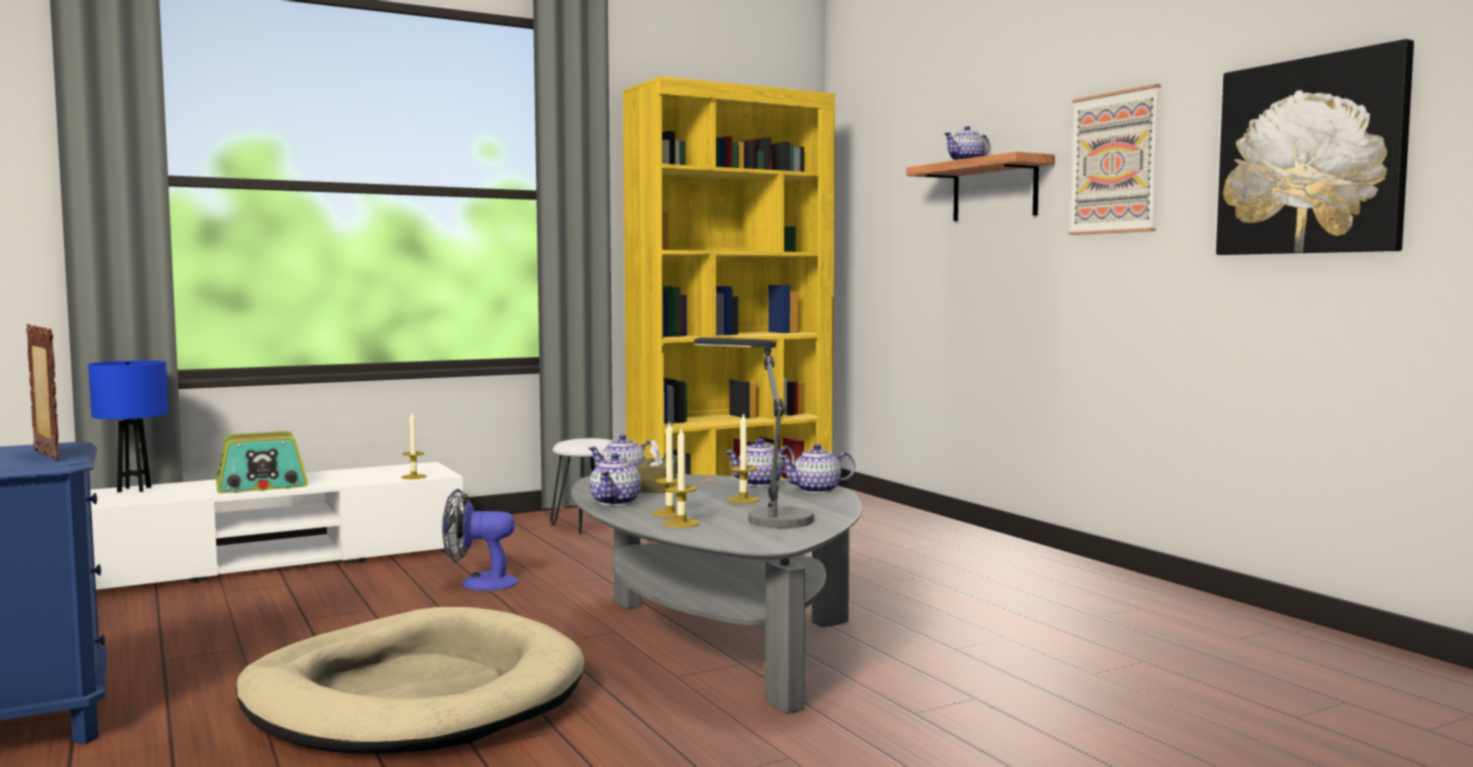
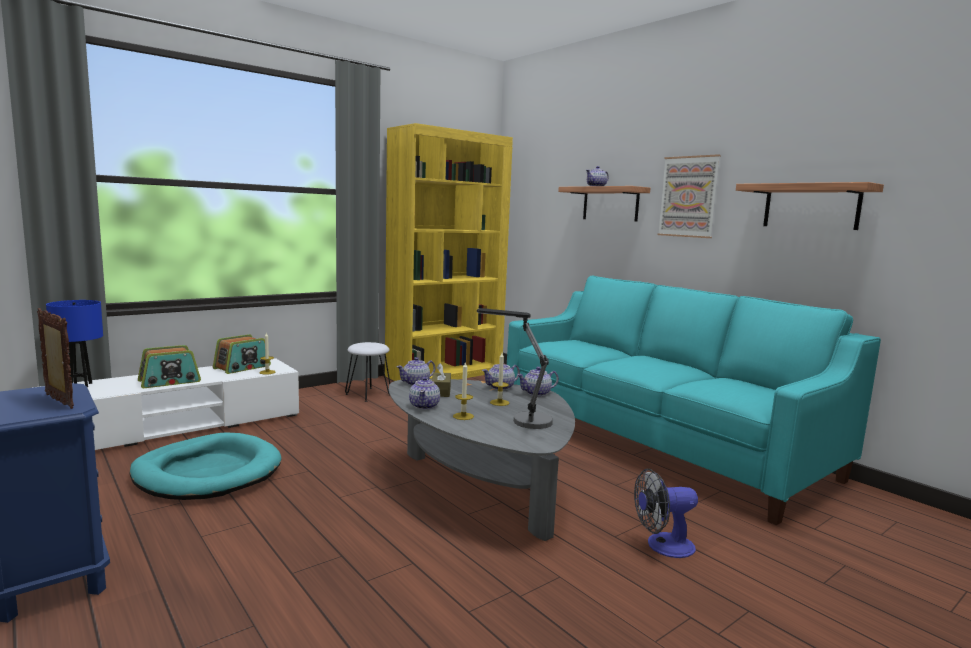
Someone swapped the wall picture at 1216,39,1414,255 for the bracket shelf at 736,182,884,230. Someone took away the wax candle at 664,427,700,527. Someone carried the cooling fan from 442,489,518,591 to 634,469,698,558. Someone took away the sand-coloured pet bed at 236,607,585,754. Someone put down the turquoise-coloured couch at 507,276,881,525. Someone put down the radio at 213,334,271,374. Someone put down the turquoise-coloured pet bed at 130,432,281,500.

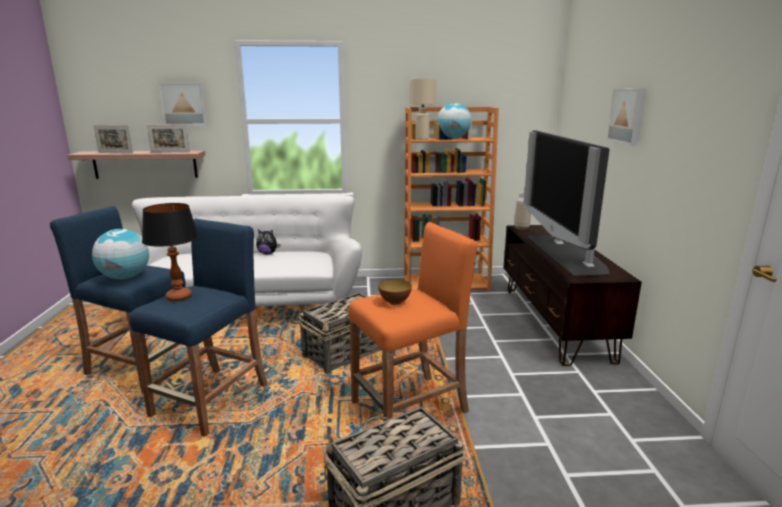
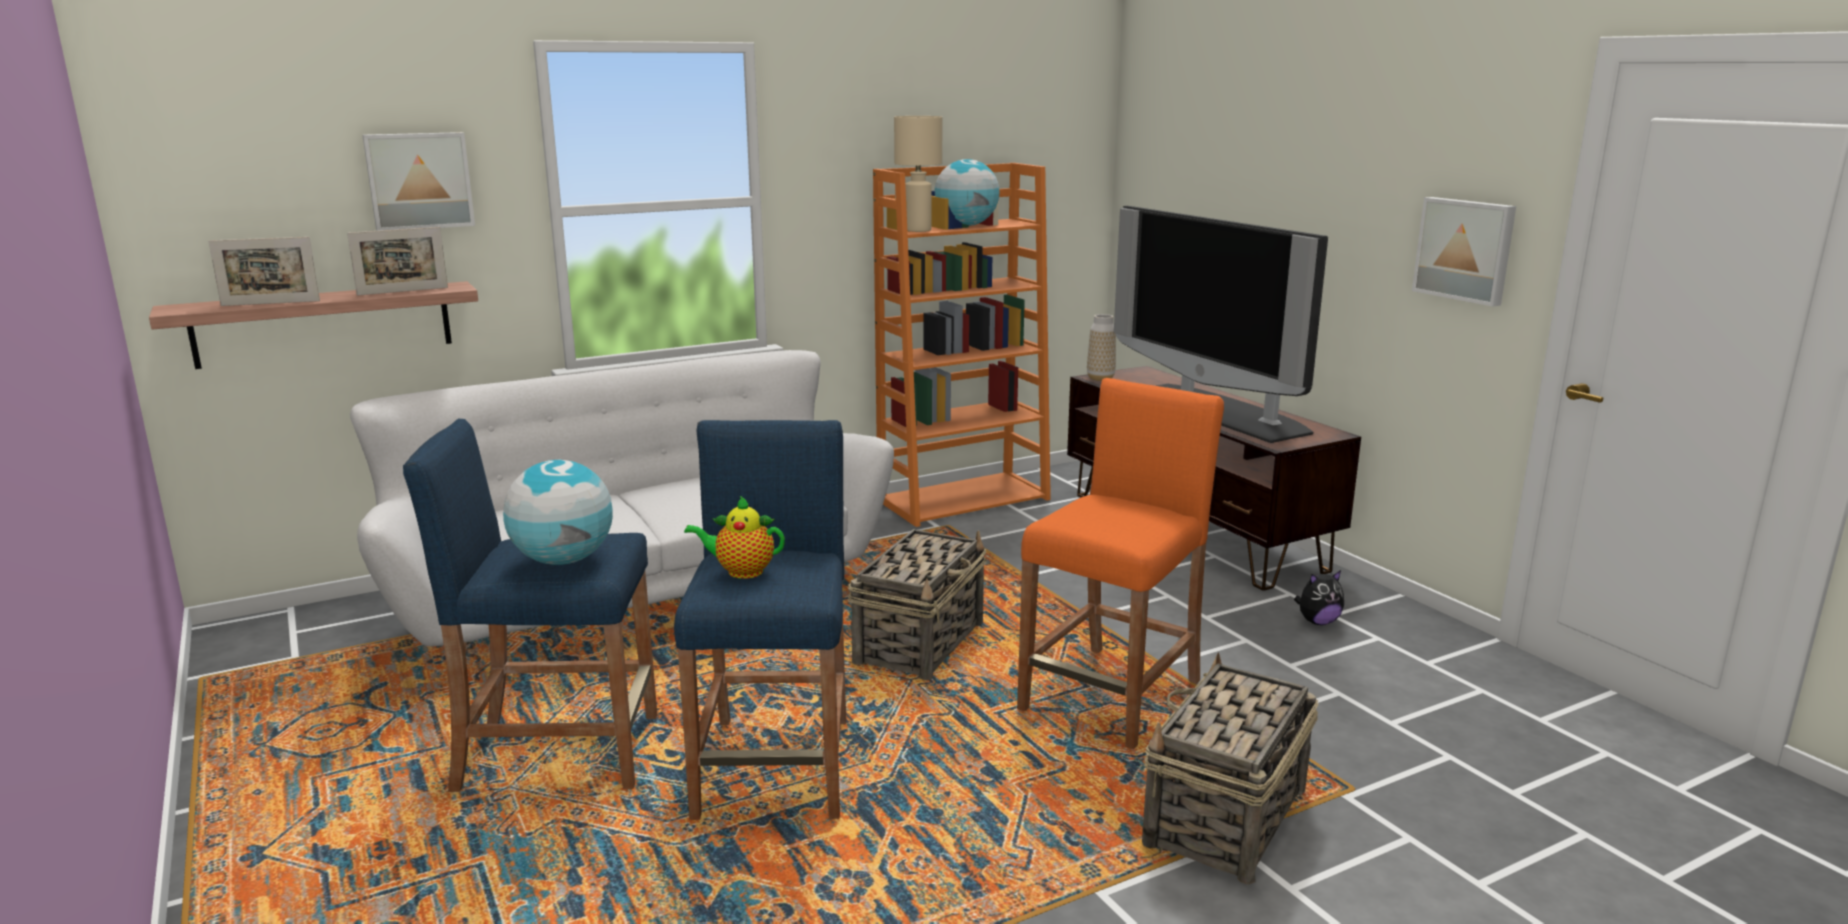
Someone carried the wall picture from 606,88,647,145 to 1412,197,1516,307. Someone swapped the lamp for a table at 142,203,198,301 for the pot for tea at 684,496,785,579. Someone carried the soft toy from 256,229,280,255 to 1294,570,1344,625. Someone took away the bowl at 378,279,412,305.

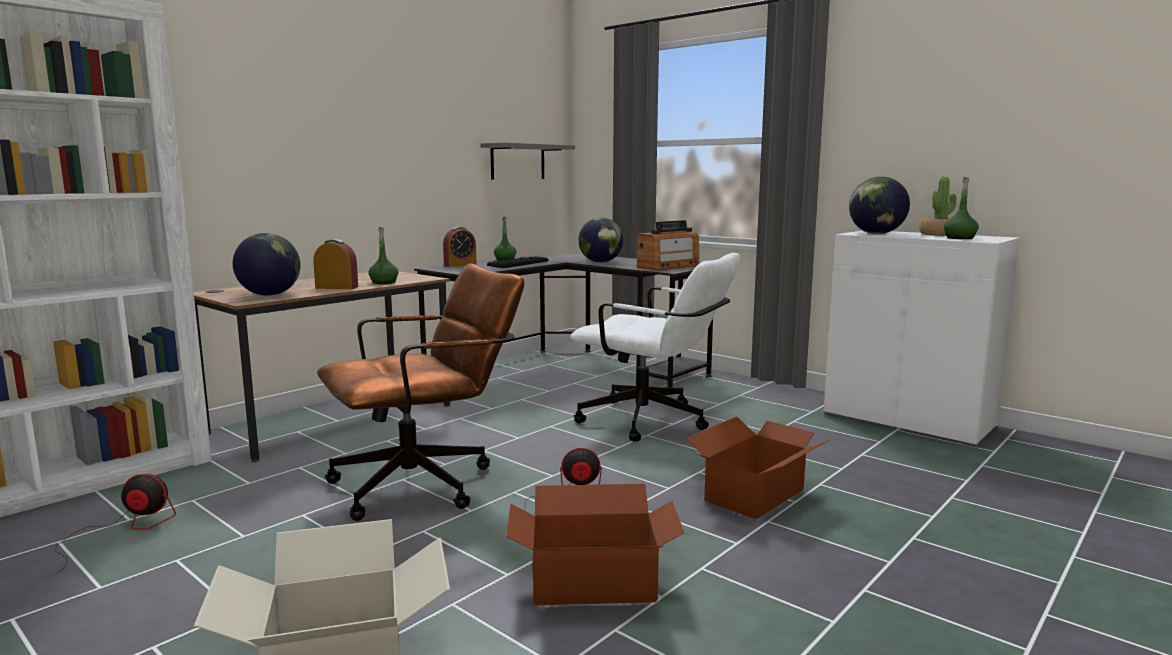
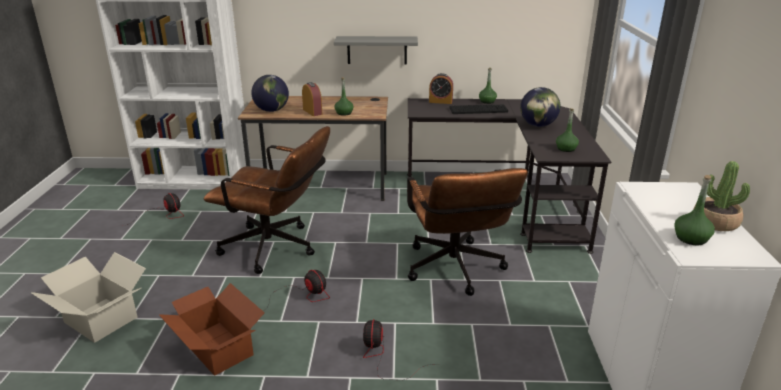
Someone carried the gray bracket shelf from 480,142,575,179 to 334,36,418,64. Someone took away the globe at 849,177,910,234. Someone swapped the radio at 637,220,699,271 for the green bottle at 556,108,579,152. Someone repainted the whitish computer chair at 570,253,740,442, which became the brownish computer chair at 407,168,528,296. Someone swapped the packing box at 686,417,830,519 for the cooling fan at 363,319,440,380.

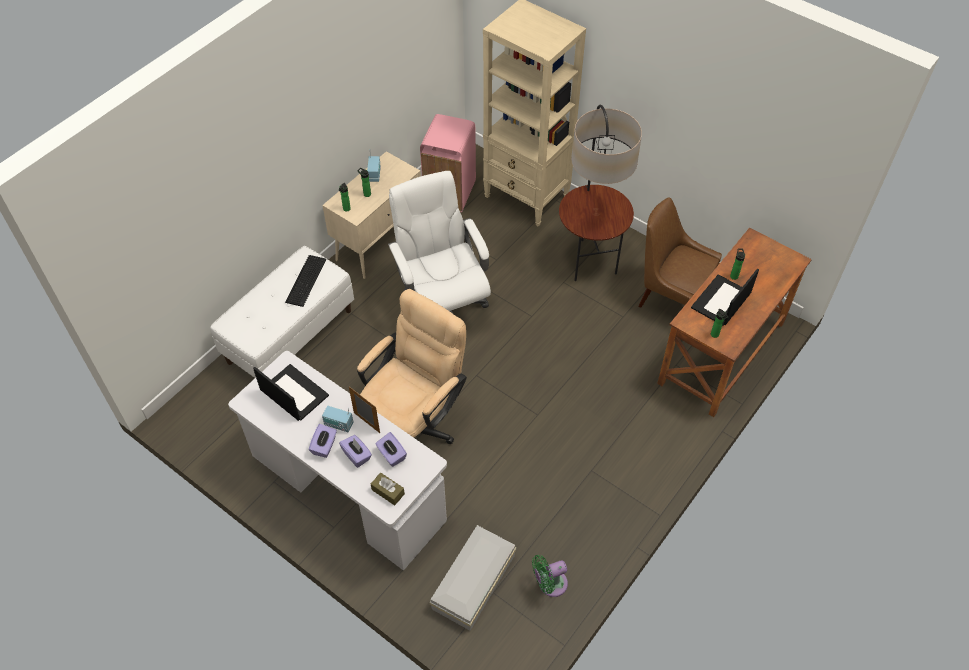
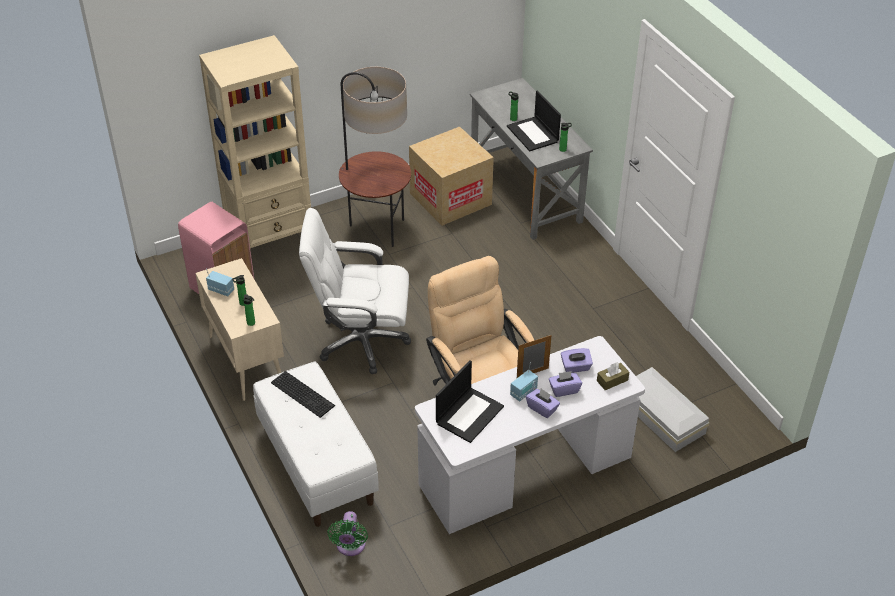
Someone swapped the brownish plain chair at 639,197,722,307 for the packing box at 409,127,494,226. Someone repainted the brownish desk table at 657,228,812,417, which became the gray desk table at 470,78,593,240. Someone rotated the laptop at 253,364,329,421 by 150 degrees clockwise. Someone carried the green cooling fan from 532,555,568,597 to 327,511,368,556.

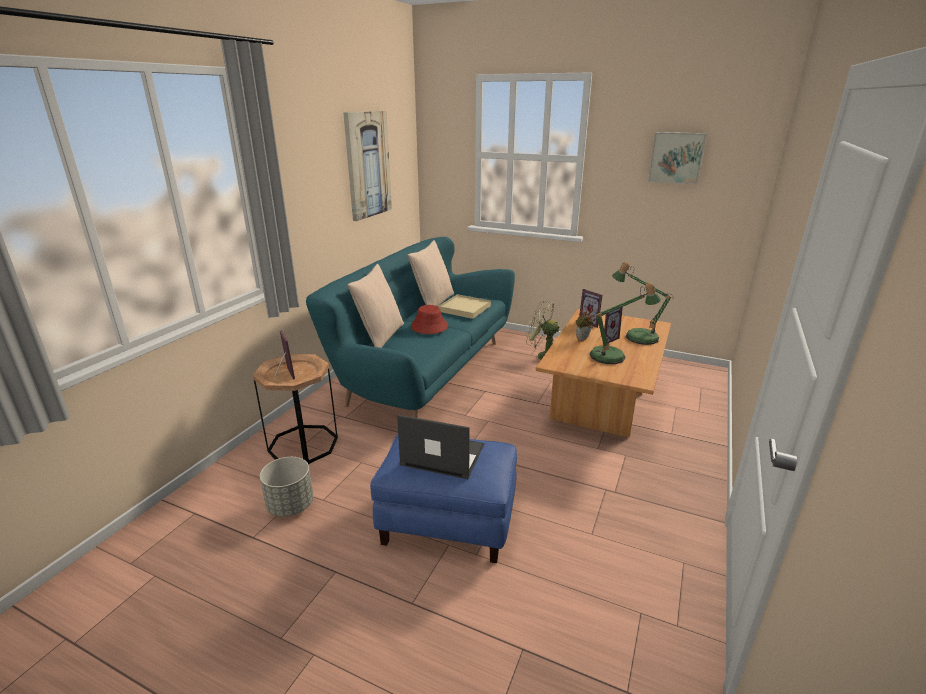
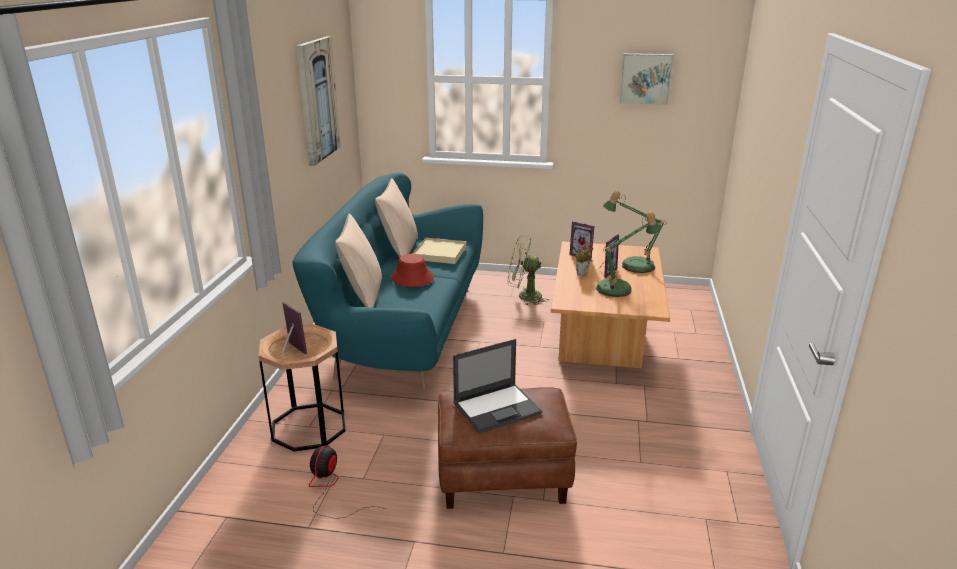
Someone rotated the laptop at 397,414,484,479 by 150 degrees clockwise. Someone repainted the blue footrest at 370,433,517,563, which became the brownish footrest at 438,387,577,509. Someone swapped the gray planter at 260,457,314,517 for the cooling fan at 309,445,386,519.

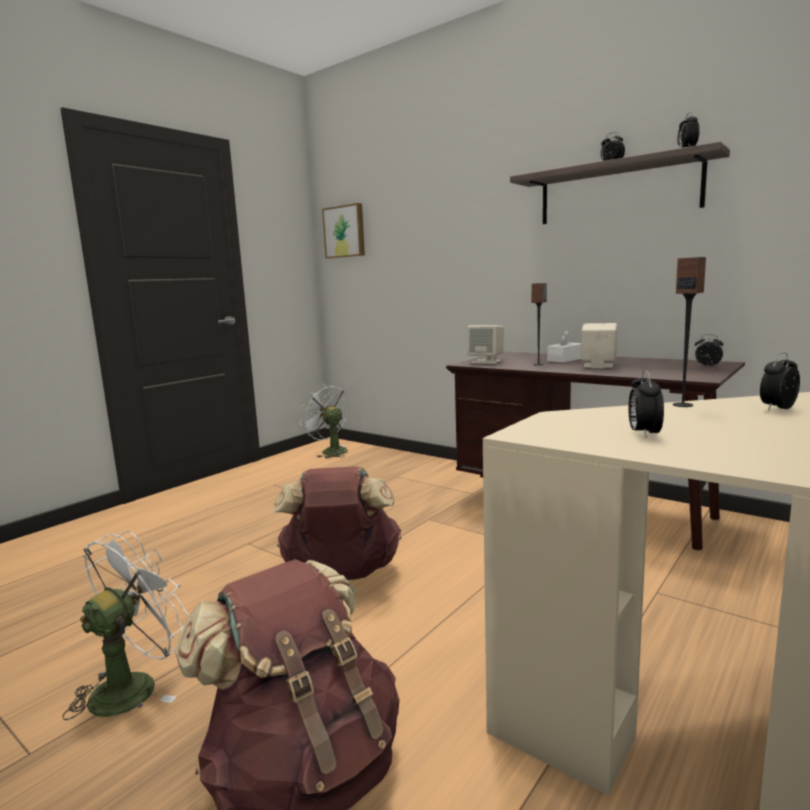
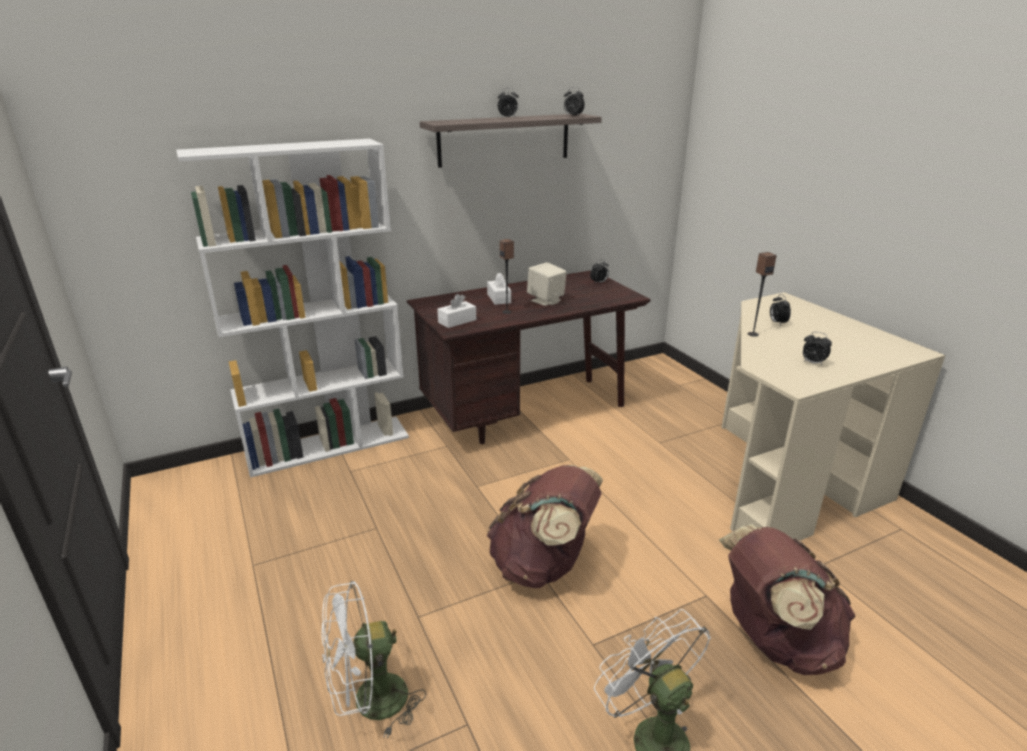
Someone took away the wall picture at 322,203,365,259. Someone swapped the sand-coloured speaker at 467,325,504,364 for the whitish tissue holder at 437,294,476,328. Someone carried the whitish cooling fan from 300,384,348,458 to 321,581,426,738. Someone put down the whitish shelving unit at 176,139,409,478.

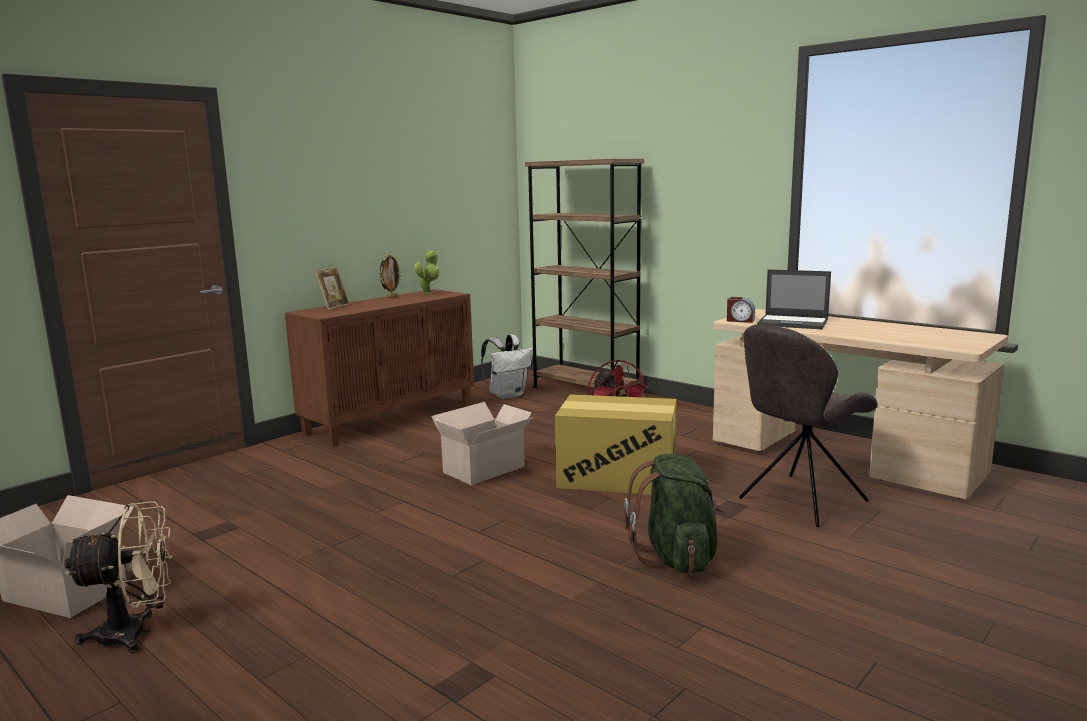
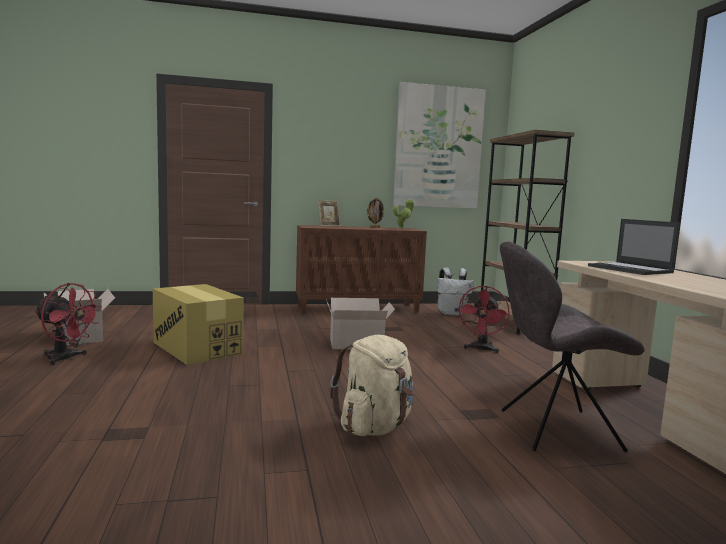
Someone took away the bedside clock at 727,297,755,323. Someone carried the packing box from 555,394,677,495 to 153,284,244,365. Someone repainted the green knapsack at 624,454,724,574, which became the sand-coloured knapsack at 330,335,413,436. Someone repainted the sand-coloured cooling fan at 64,501,172,653, which became the red-coloured cooling fan at 34,283,102,365. Someone put up the wall picture at 393,82,486,209.

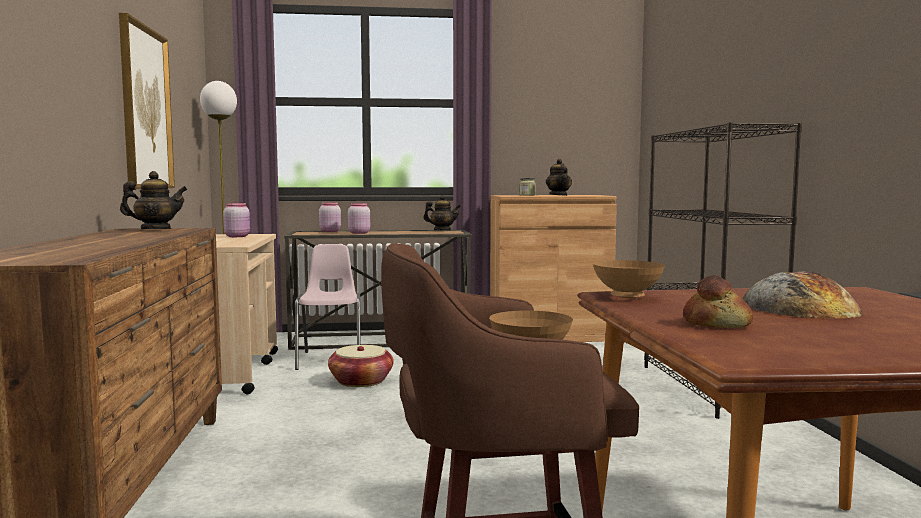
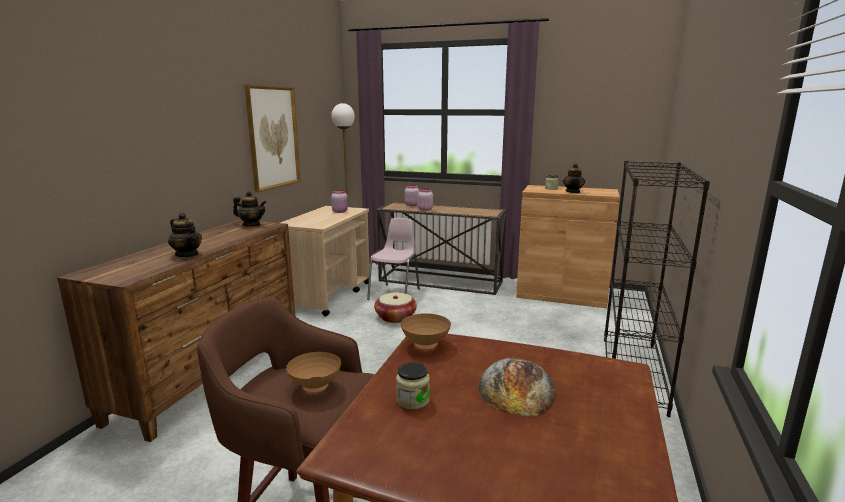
Someone carried the pot for tea from 423,195,461,230 to 168,213,202,257. Someone swapped the bakery bread at 683,275,753,328 for the jar at 396,362,430,409.

